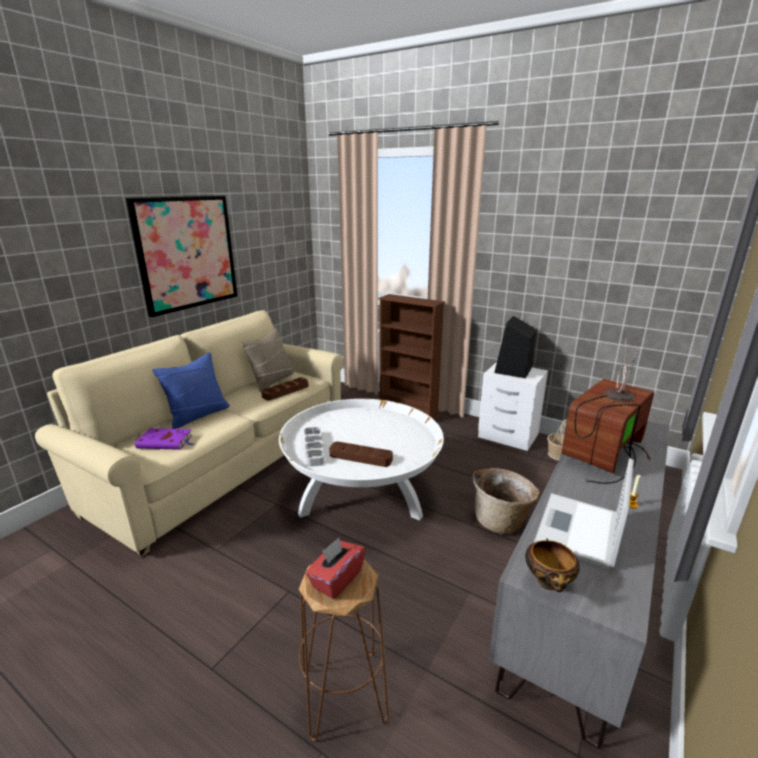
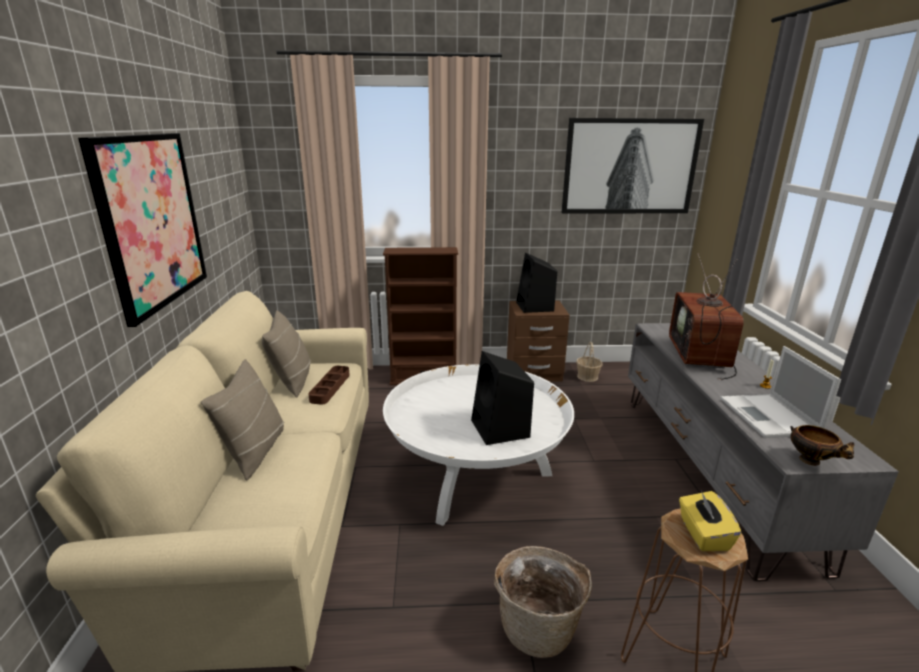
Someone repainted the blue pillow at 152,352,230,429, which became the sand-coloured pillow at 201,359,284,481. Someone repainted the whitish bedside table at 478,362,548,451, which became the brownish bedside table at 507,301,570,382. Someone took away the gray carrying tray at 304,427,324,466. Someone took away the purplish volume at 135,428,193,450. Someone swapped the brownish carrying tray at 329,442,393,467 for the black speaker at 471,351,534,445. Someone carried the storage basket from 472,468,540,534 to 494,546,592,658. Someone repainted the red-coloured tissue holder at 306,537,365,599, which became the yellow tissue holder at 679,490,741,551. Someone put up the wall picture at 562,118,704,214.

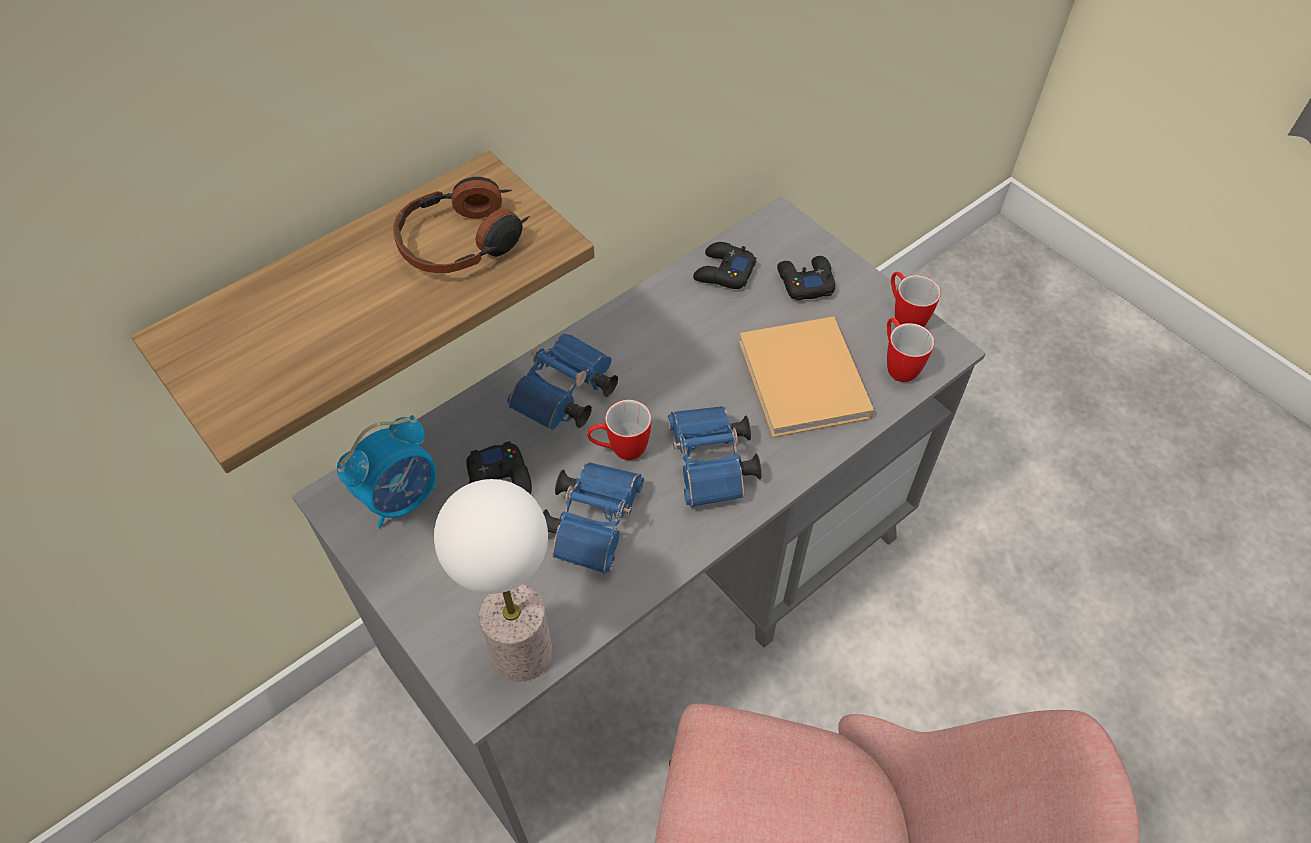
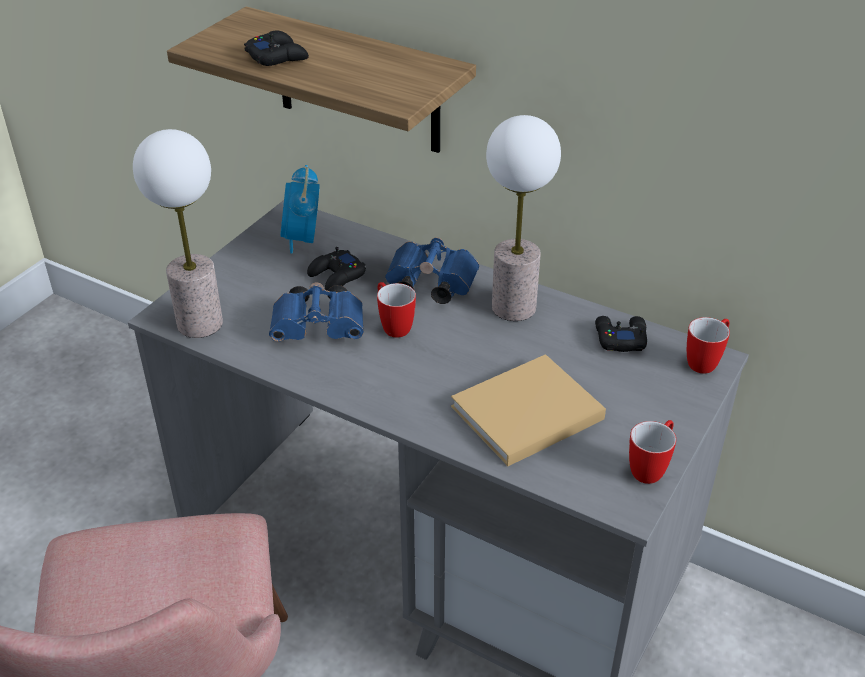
Someone took away the pair of headphones at 393,177,530,273. Someone carried the black game controller from 777,256,835,301 to 244,30,309,66. Someone carried the mug from 887,318,934,382 to 687,317,730,374. Someone took away the blue pair of binoculars at 668,406,762,507. Someone rotated the bedside clock at 337,415,437,528 by 60 degrees clockwise. Someone put down the lamp for a table at 486,115,561,321.

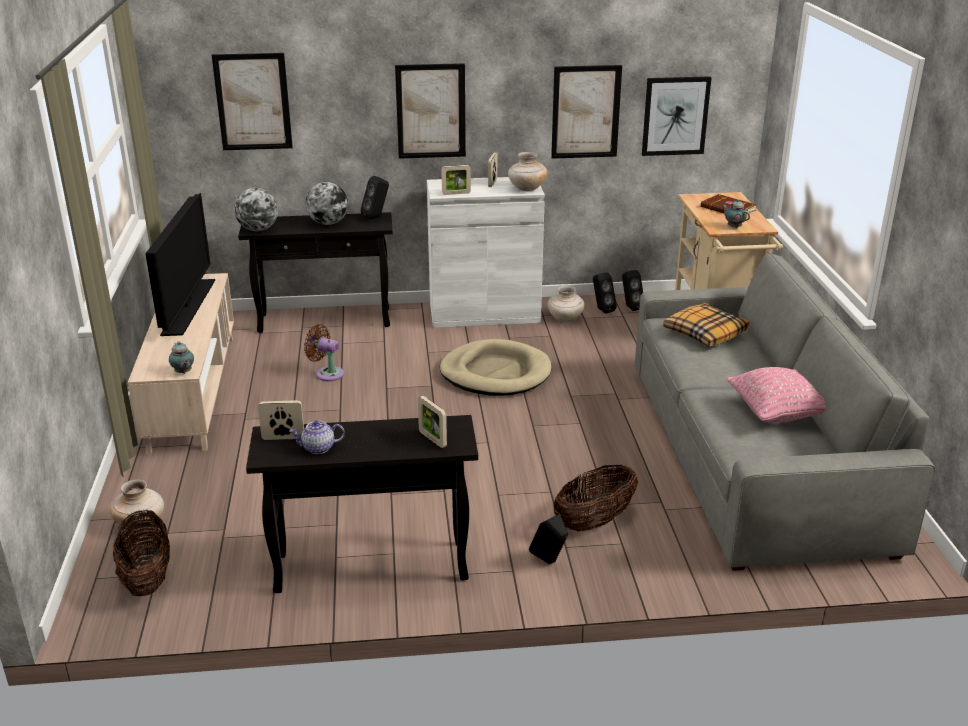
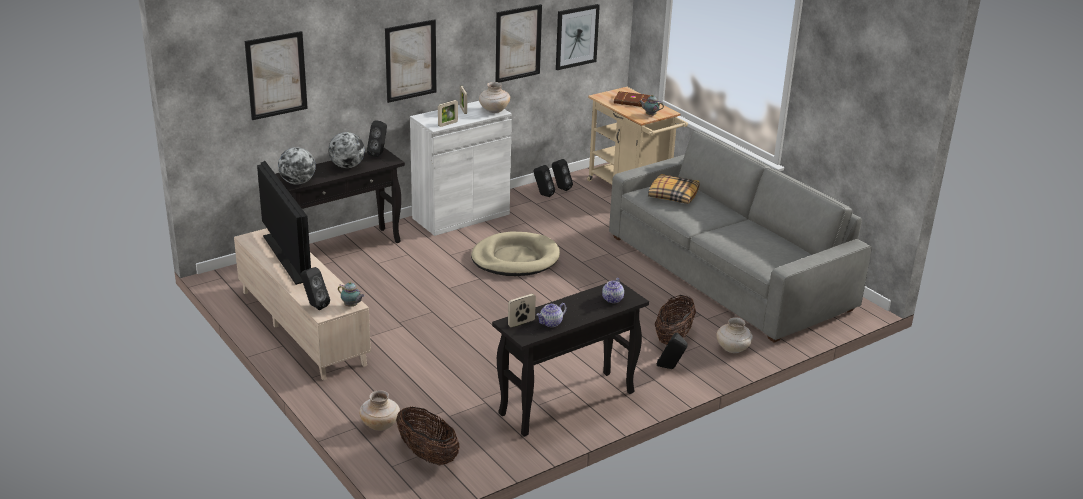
Someone carried the sand-coloured vase from 547,285,584,322 to 716,317,753,353. Someone took away the brownish cooling fan at 304,324,344,381. Someone took away the pinkish pillow at 726,367,826,423. Someone swapped the photo frame at 418,395,447,448 for the pot for tea at 602,278,624,303. Someone put down the black speaker at 301,267,330,310.

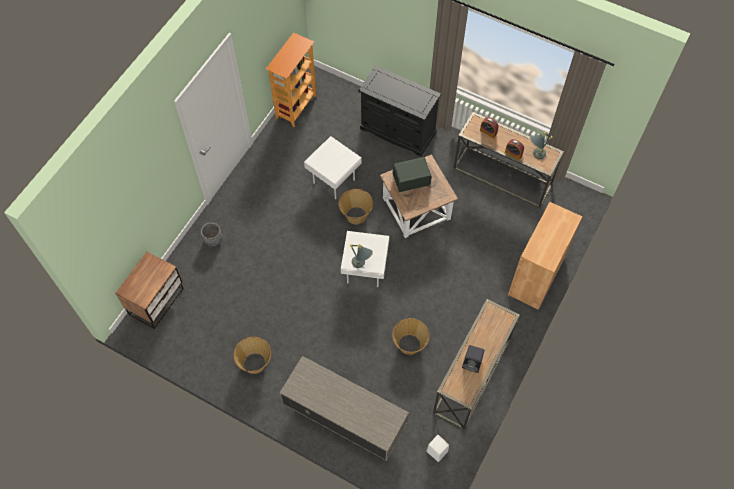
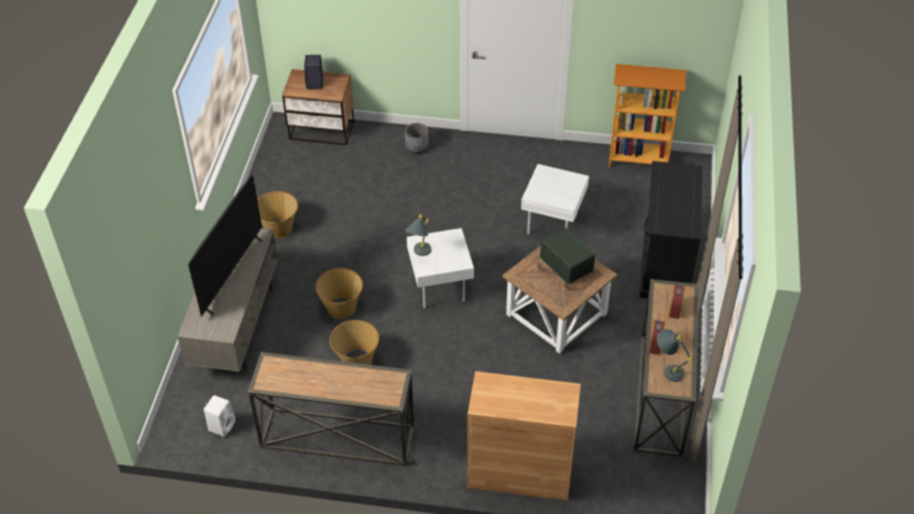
Someone carried the storage basket from 339,189,373,225 to 315,268,363,319. Someone carried the black speaker from 462,345,484,373 to 304,55,324,89. Someone put down the TV set at 188,174,263,317.

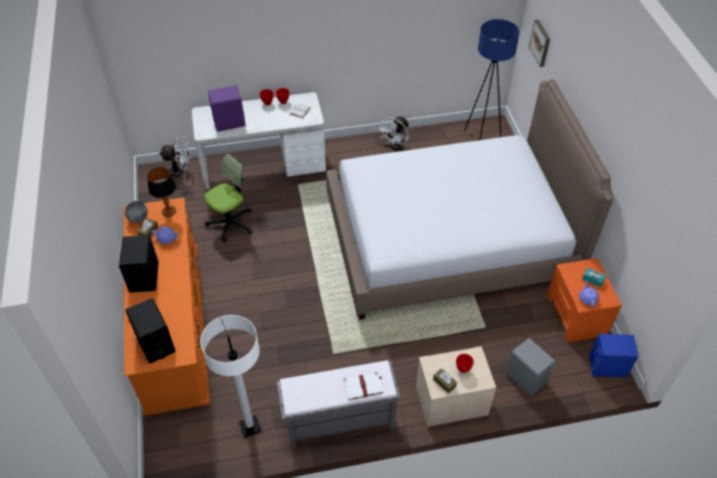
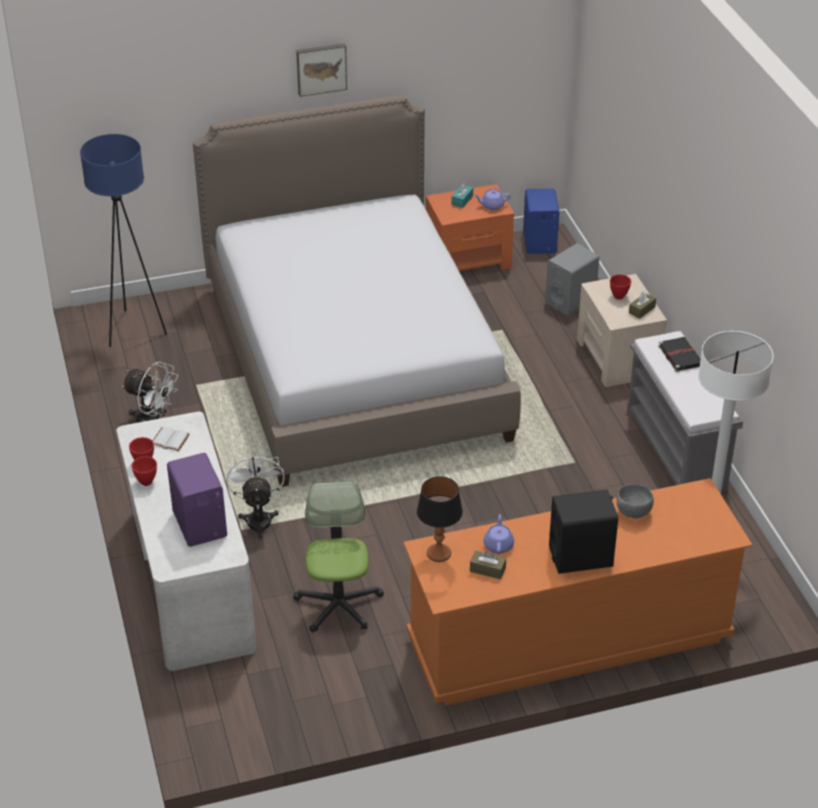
Someone carried the wall picture from 529,19,550,67 to 296,43,347,97. Someone carried the whitish cooling fan from 160,136,190,180 to 226,450,285,540. Someone rotated the computer chair at 204,154,253,242 by 45 degrees clockwise. Someone carried the gray bowl from 125,201,148,223 to 616,484,654,518. Someone took away the black speaker at 125,298,176,364. Someone repainted the whitish volume at 344,372,383,400, which became the black volume at 658,337,701,372.

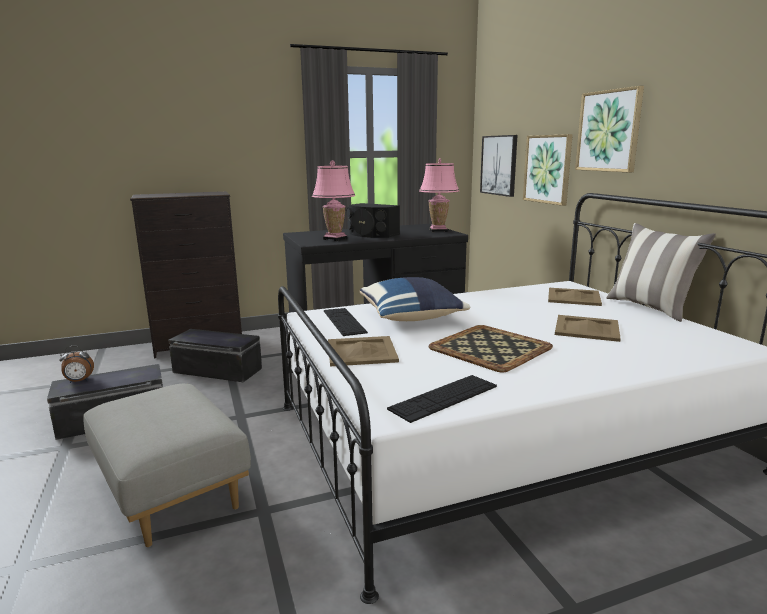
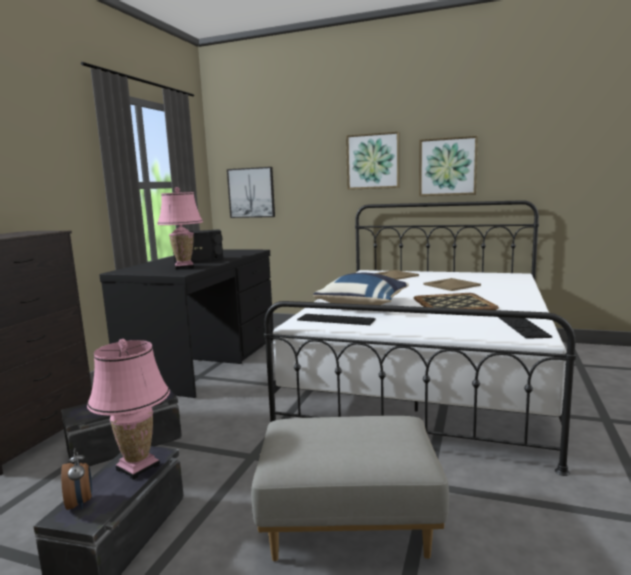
Someone carried the wall picture from 523,134,573,206 to 419,136,478,196. Someone carried the pinkish lamp for a table from 419,158,459,232 to 87,339,170,480. Someone took away the pillow at 606,223,716,322. Someone took away the sand-coloured carrying tray at 328,336,399,366. Someone rotated the bedside clock at 59,346,94,383 by 45 degrees counterclockwise.

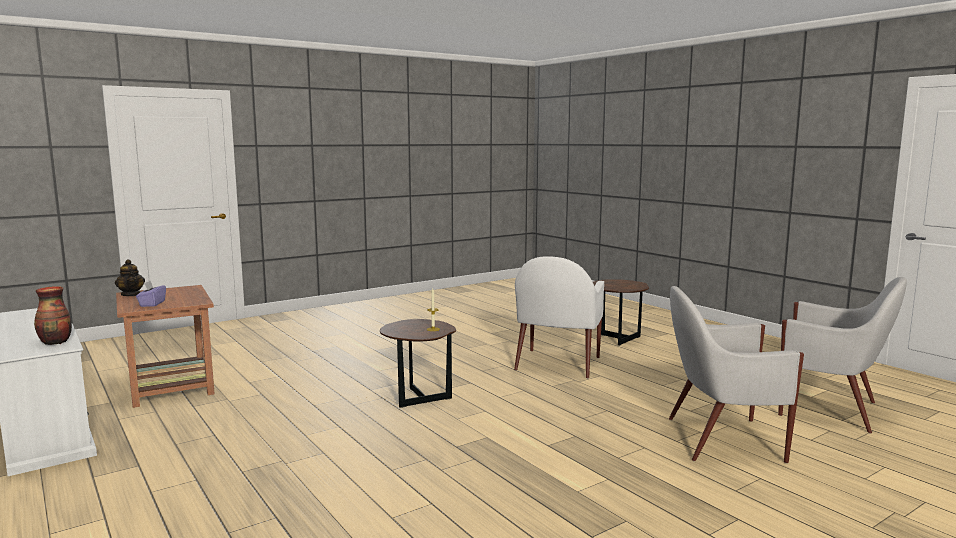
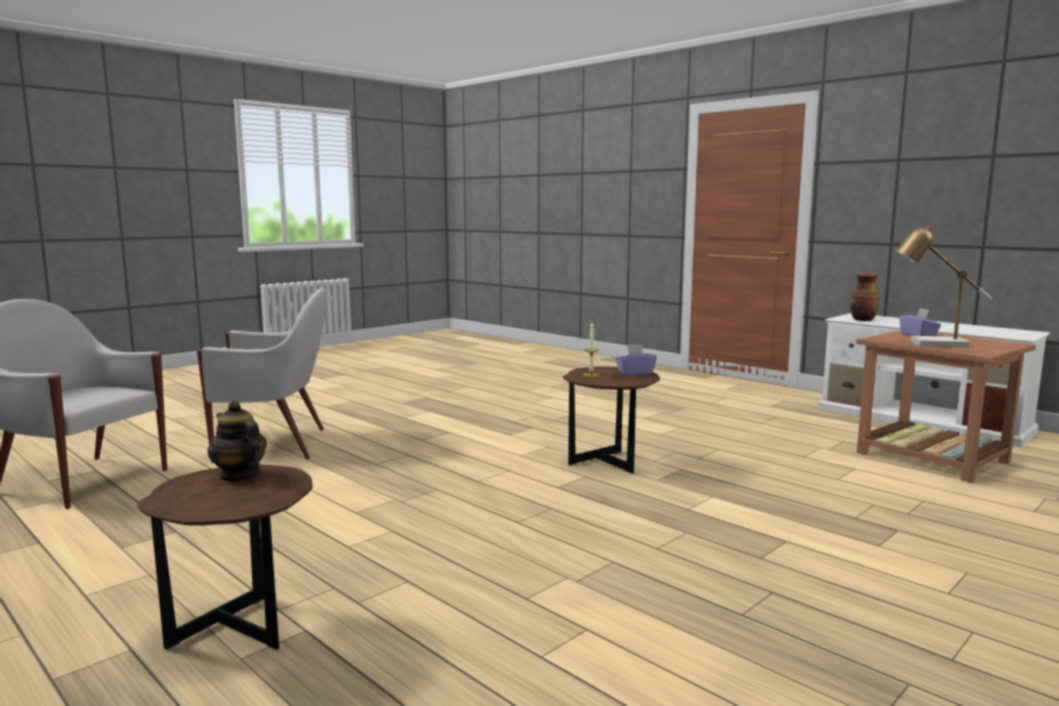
Someone took away the whitish lounge chair at 514,256,604,379. Someone carried the pot for tea from 115,259,145,296 to 208,400,267,482. Someone put down the lamp for a table at 896,225,992,348. Someone put down the purplish tissue holder at 615,344,657,376.

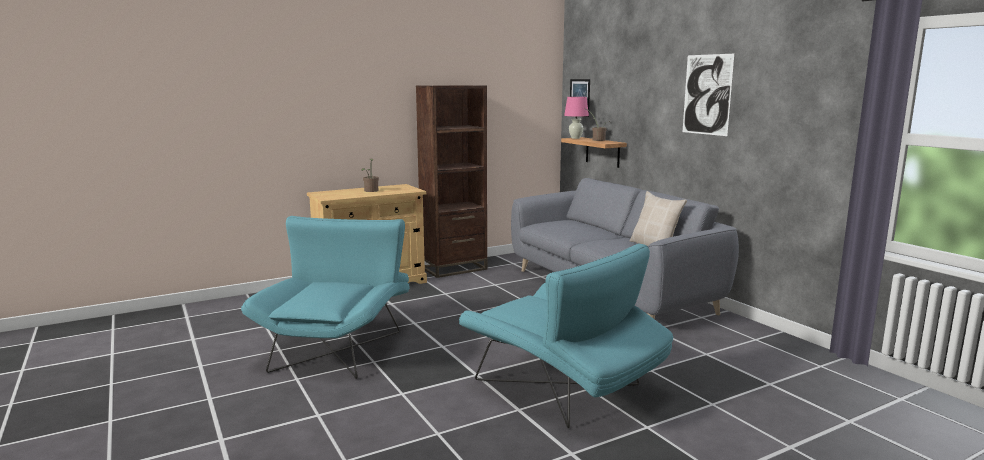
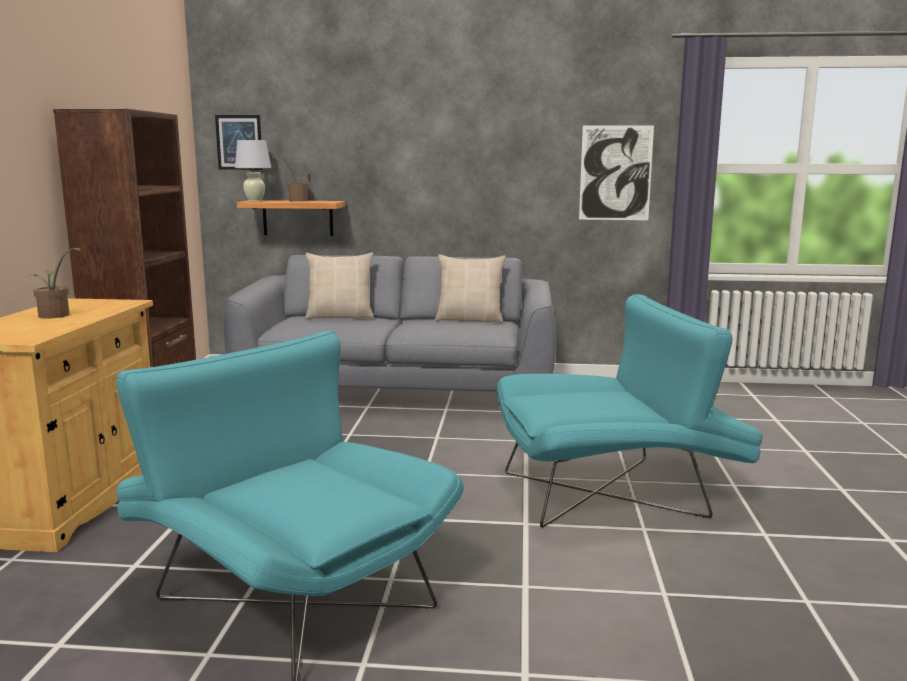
Someone carried the wall picture from 683,54,735,136 to 579,125,654,220. Someone repainted the pinkish lamp for a table at 564,97,589,139, which became the whitish lamp for a table at 235,140,271,201. Someone put down the sand-coloured pillow at 305,252,374,319.

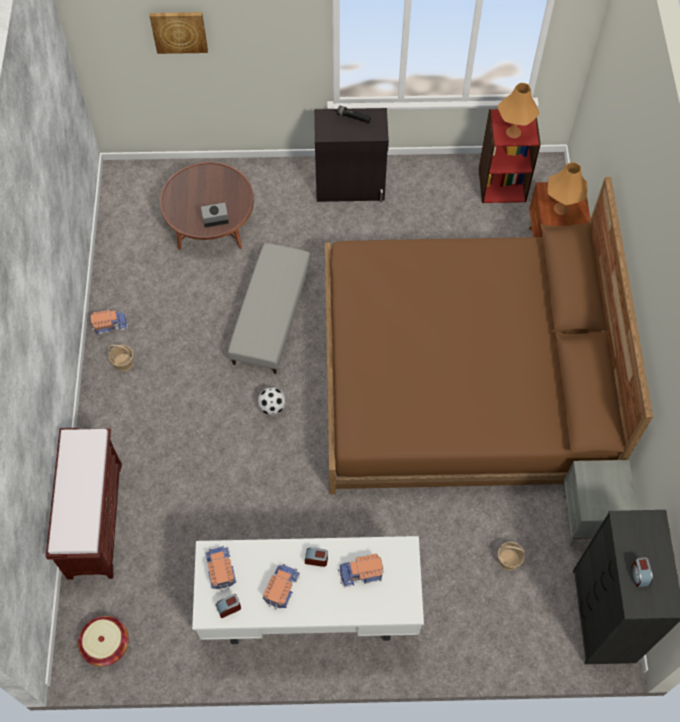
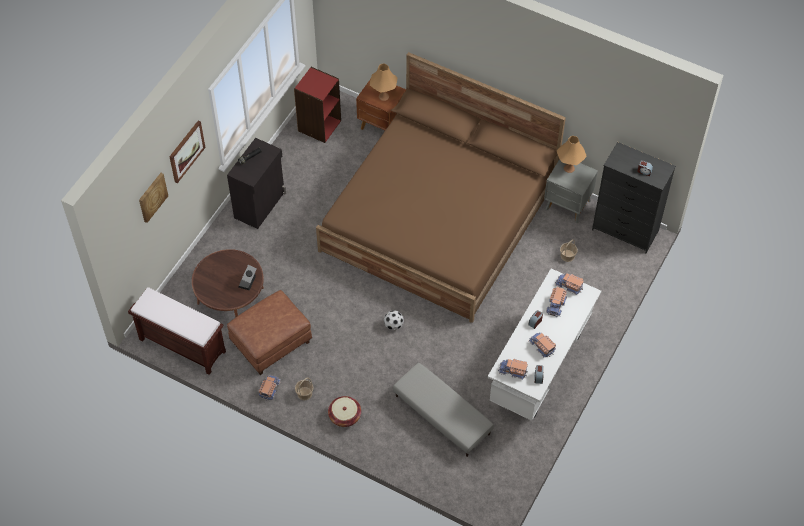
Someone carried the orange lamp for a table from 498,83,540,138 to 557,136,587,173. Someone carried the gray footrest from 228,243,311,374 to 393,363,494,457. Someone carried the brownish bench from 45,428,122,580 to 128,287,226,375. Someone carried the storage basket from 78,616,129,667 to 328,396,361,427. Someone put up the wall picture at 169,120,206,183. Someone put down the toy truck at 555,273,584,295. Someone put down the brownish footrest at 227,290,312,375.

